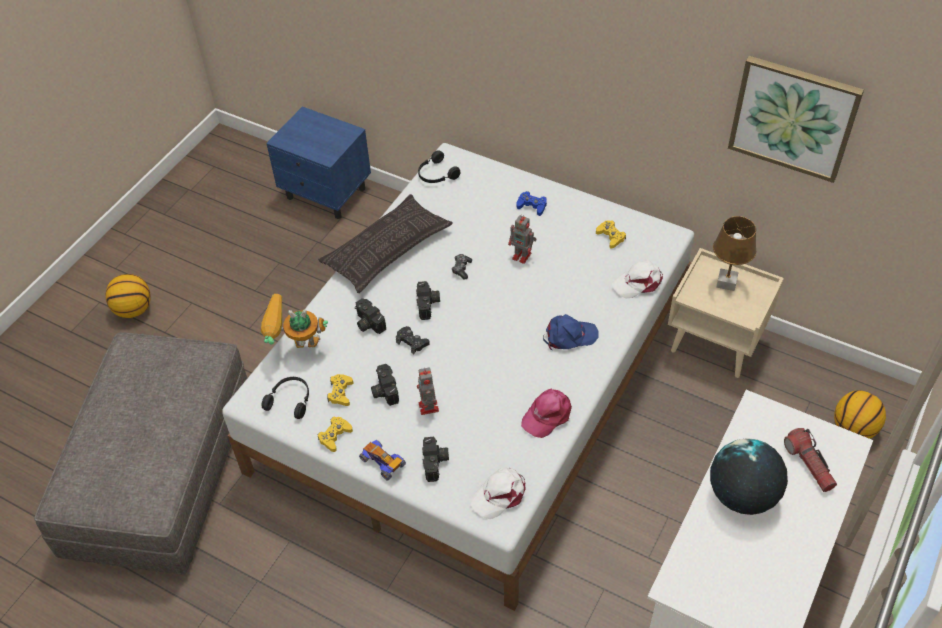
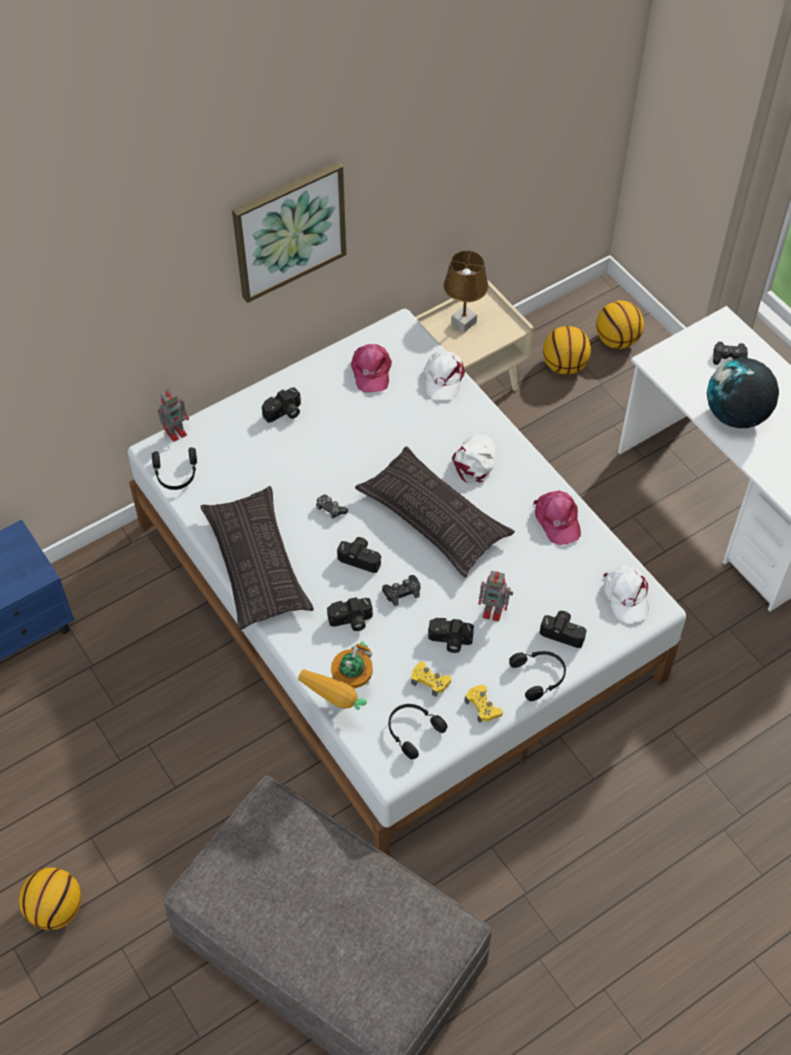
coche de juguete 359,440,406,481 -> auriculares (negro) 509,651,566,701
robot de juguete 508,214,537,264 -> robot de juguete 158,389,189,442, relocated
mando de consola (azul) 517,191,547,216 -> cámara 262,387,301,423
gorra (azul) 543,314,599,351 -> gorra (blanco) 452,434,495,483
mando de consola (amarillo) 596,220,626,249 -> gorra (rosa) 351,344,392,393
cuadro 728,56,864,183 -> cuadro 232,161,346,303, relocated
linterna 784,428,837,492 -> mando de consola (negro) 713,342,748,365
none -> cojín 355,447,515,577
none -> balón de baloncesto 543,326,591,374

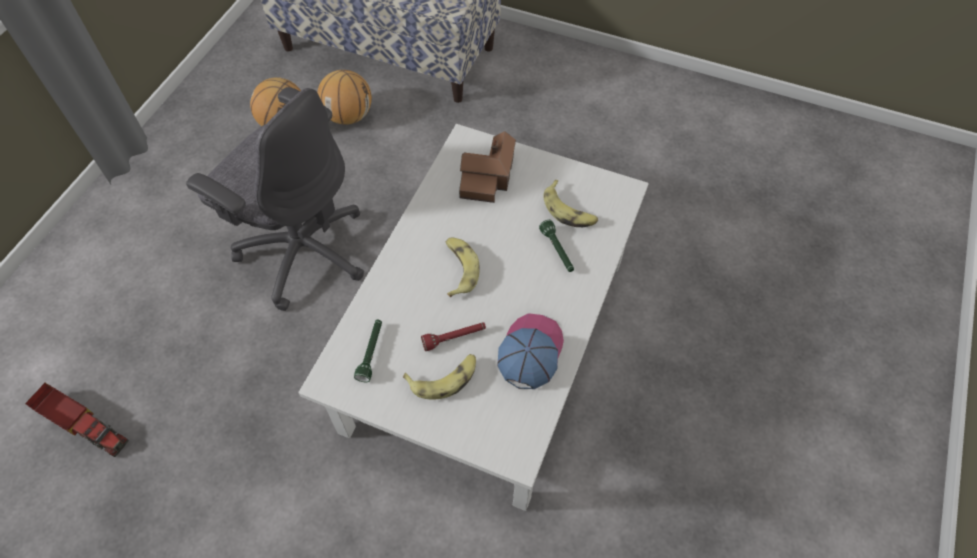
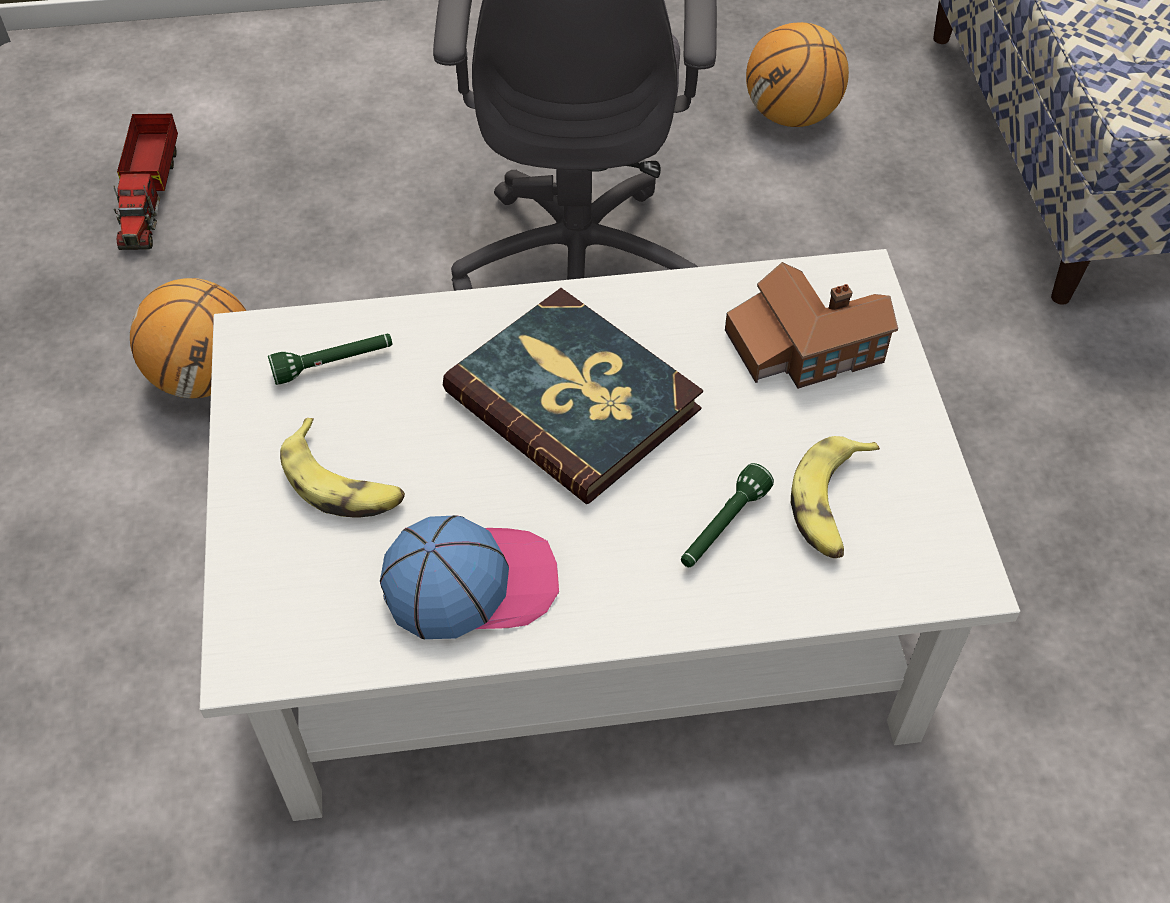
balón de baloncesto 317,70,372,125 -> balón de baloncesto 130,278,246,398, relocated
linterna (rojo) 421,322,486,351 -> none
plátano 446,238,479,297 -> libro 443,288,703,504

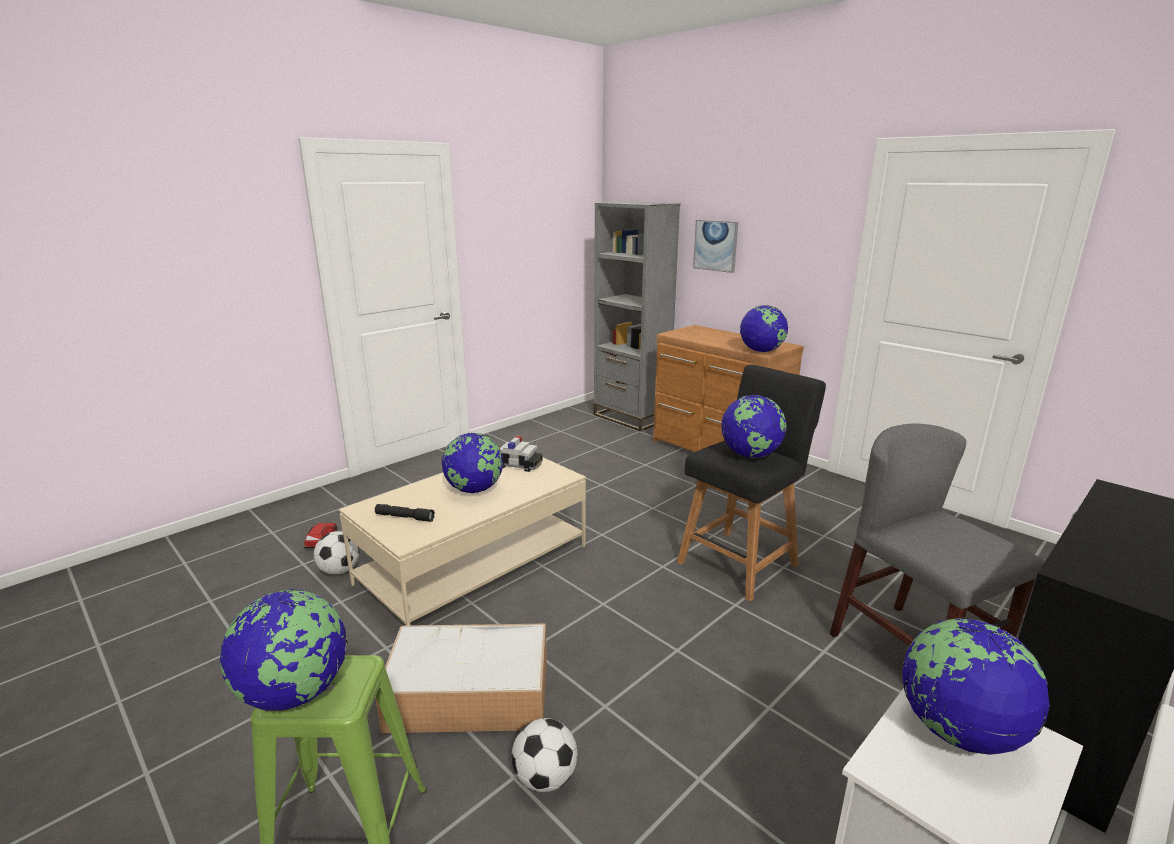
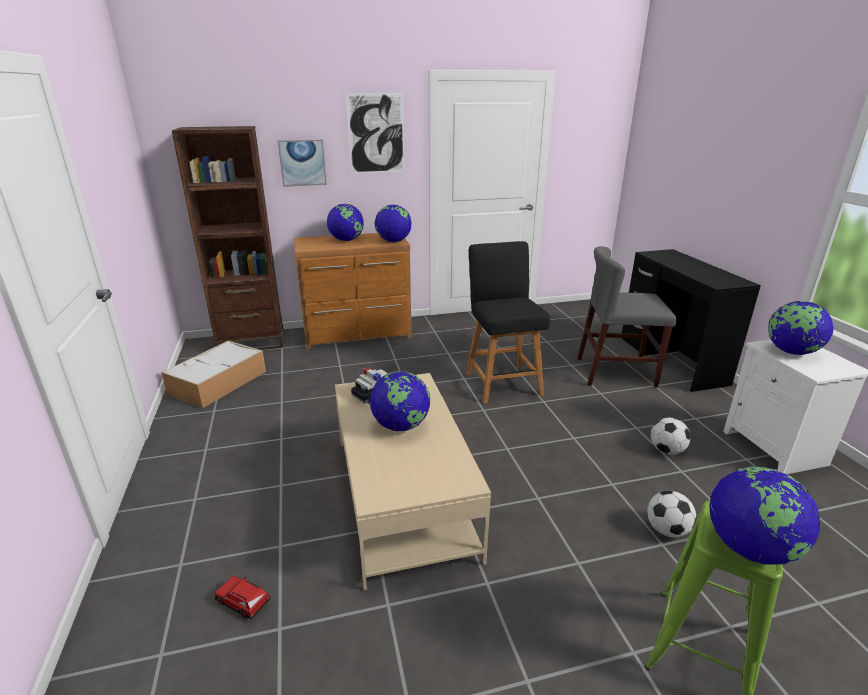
balón de fútbol 314,531,360,575 -> balón de fútbol 651,418,691,455, relocated
linterna (negro) 375,504,435,522 -> none
caja de almacenaje 375,624,547,733 -> caja de almacenaje 161,341,266,408, relocated
estantería (gris) 594,202,680,432 -> estantería (marrón) 172,126,283,350
globo terráqueo 722,395,787,458 -> globo terráqueo 327,204,364,241, relocated
none -> cuadro 346,93,405,174

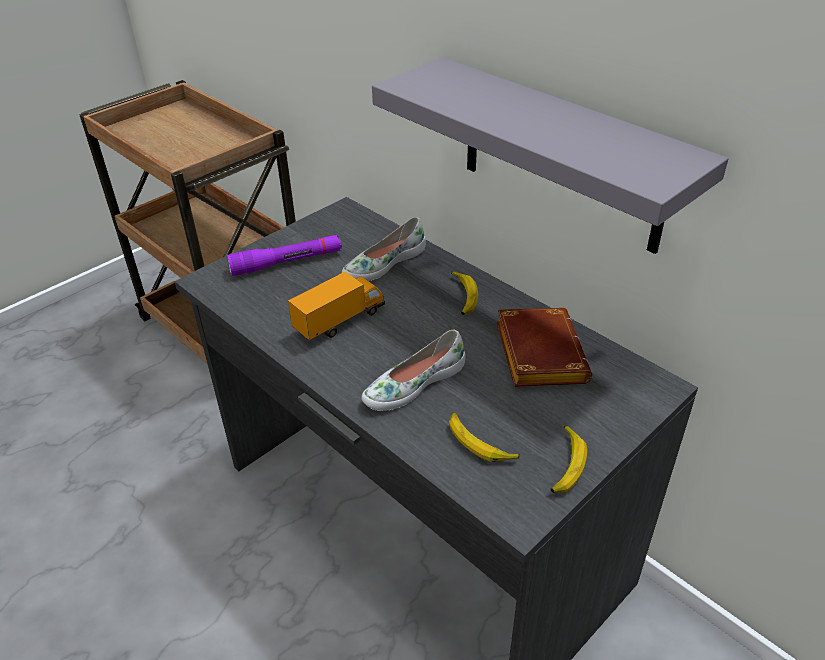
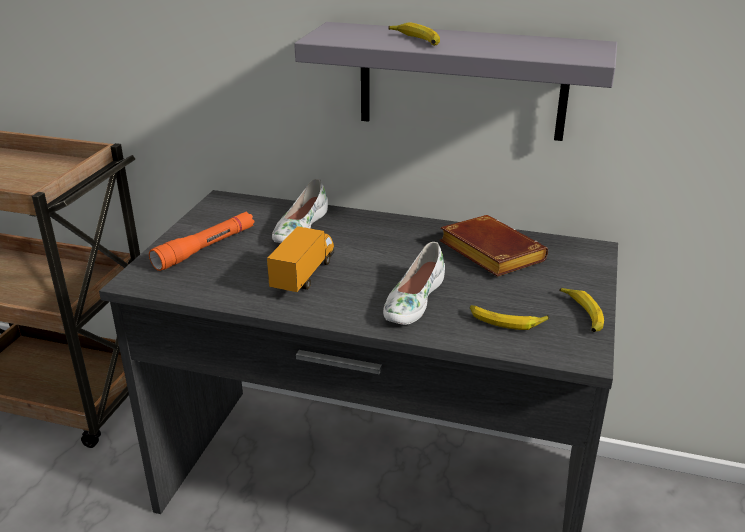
linterna (morado) 227,235,342,276 -> linterna (naranja) 149,211,254,271
plátano 451,271,478,315 -> plátano 388,22,440,46, relocated

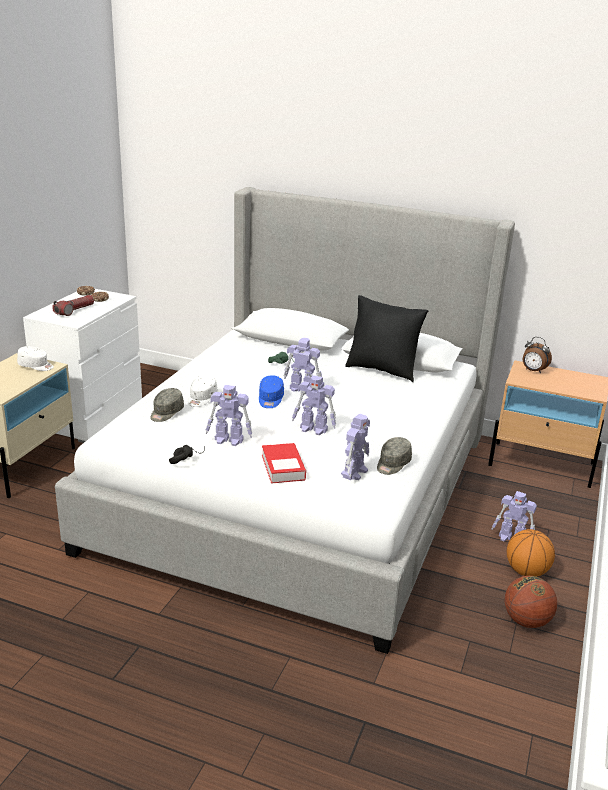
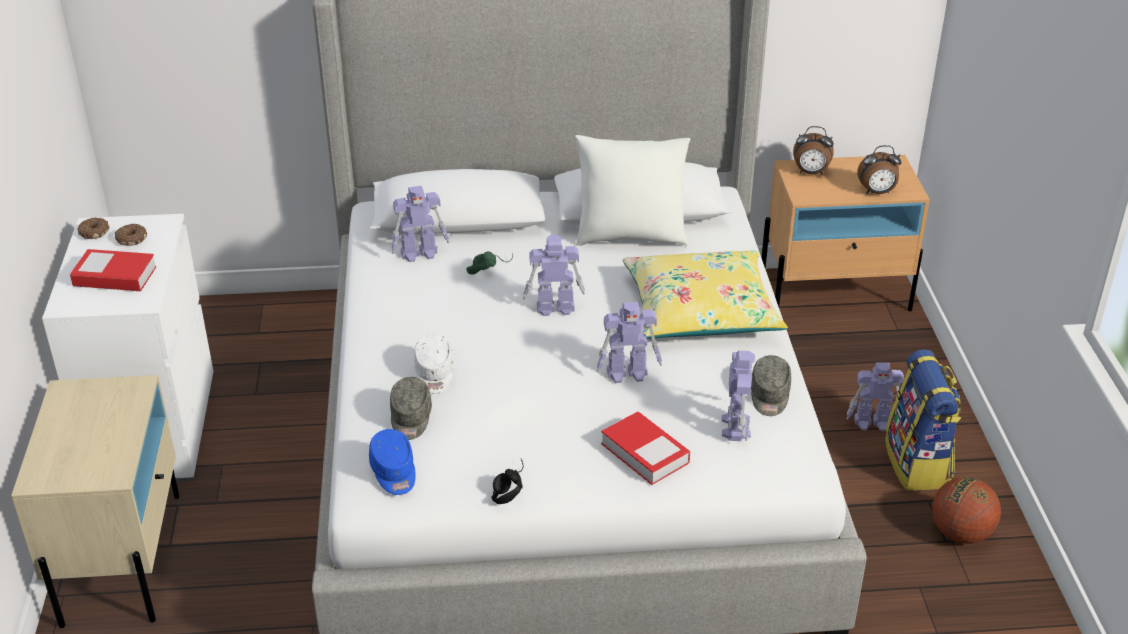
gorra (blanco) 17,346,54,371 -> none
linterna 52,295,94,316 -> libro 70,249,156,291
robot de juguete 206,385,252,446 -> robot de juguete 391,186,450,262, relocated
gorra (azul) 259,375,284,408 -> gorra (azul) 369,429,416,495, relocated
cojín (negro) 345,295,428,382 -> cojín (blanco) 575,135,690,246
balón de baloncesto 507,529,555,577 -> mochila 885,350,961,490
none -> cojín (amarillo) 623,250,788,339
none -> despertador 857,145,901,194

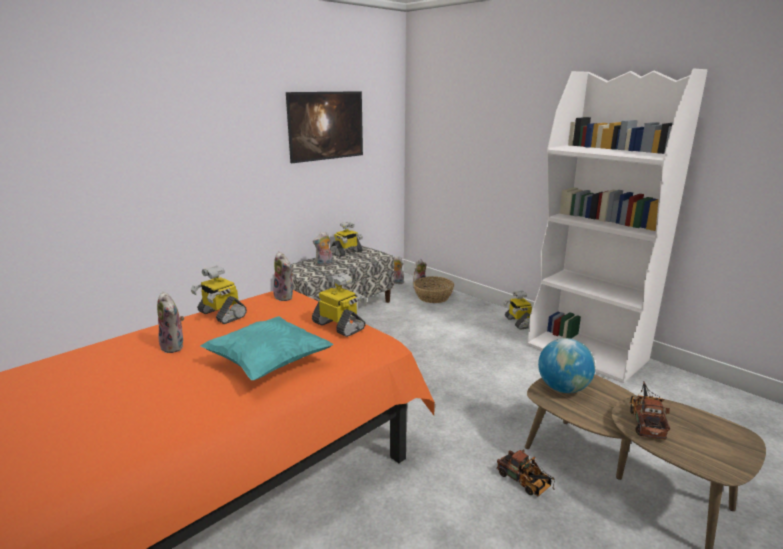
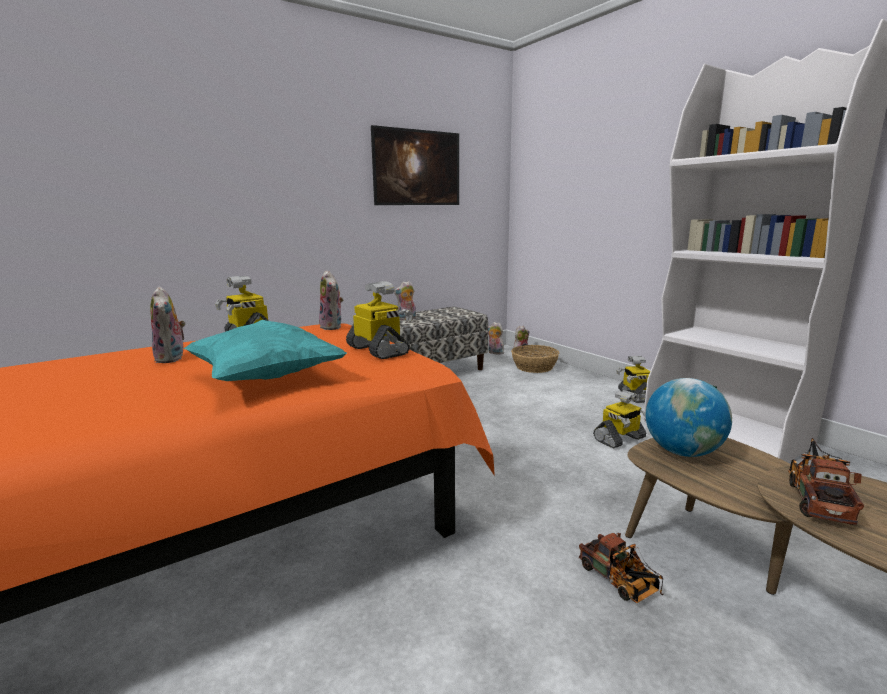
robot de juguete 330,222,363,257 -> robot de juguete 593,390,647,448, relocated

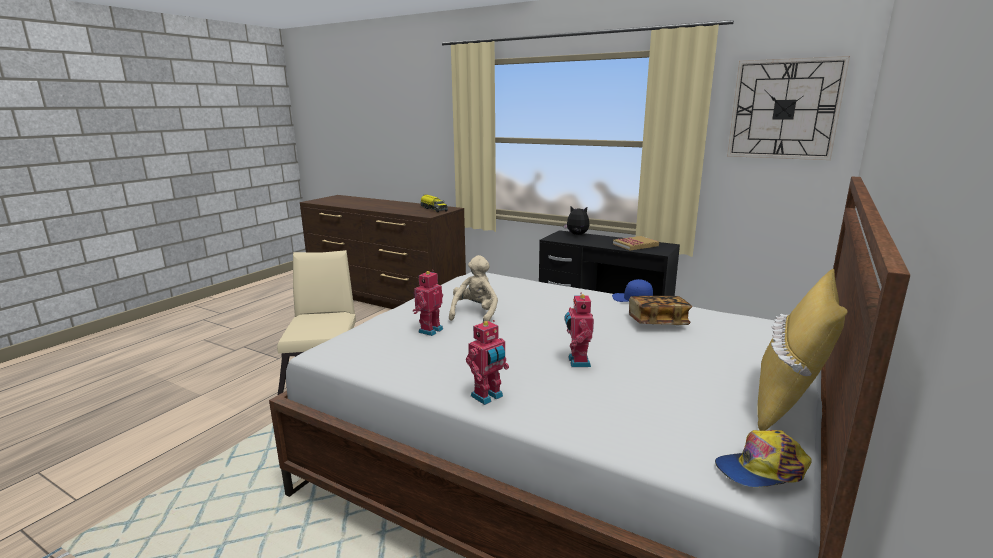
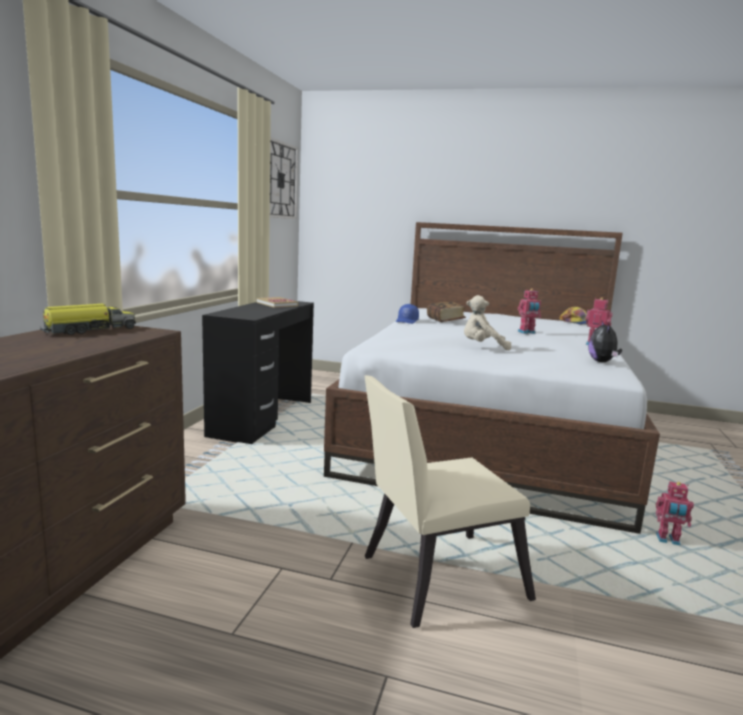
robot de juguete 413,270,443,336 -> robot de juguete 656,482,694,545, relocated
peluche 564,206,589,235 -> peluche 588,321,622,362, relocated
cojín (amarillo) 757,269,848,431 -> none

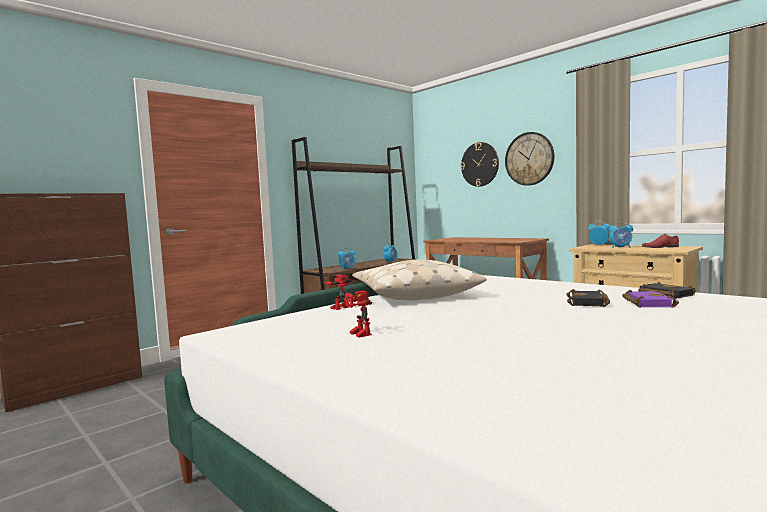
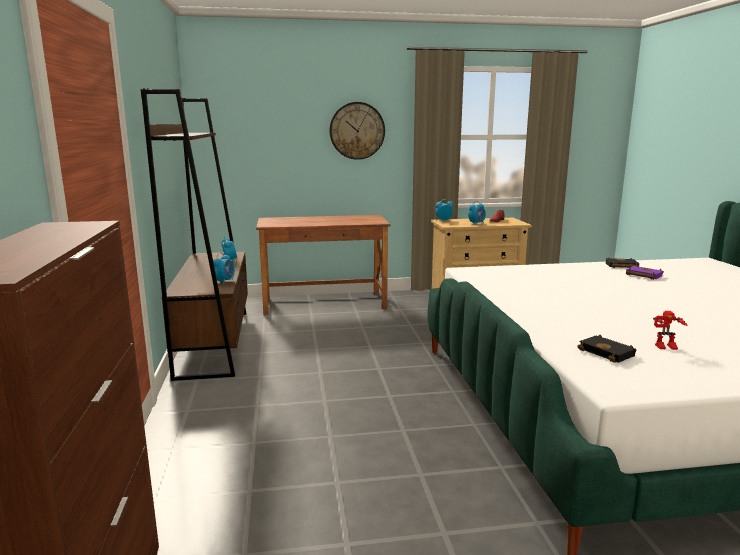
robot de juguete 323,275,352,310 -> none
cojín (beis) 352,260,487,300 -> none
reloj de pared 460,142,499,187 -> none
libro (negro) 566,289,610,307 -> libro (negro) 578,335,636,363, relocated

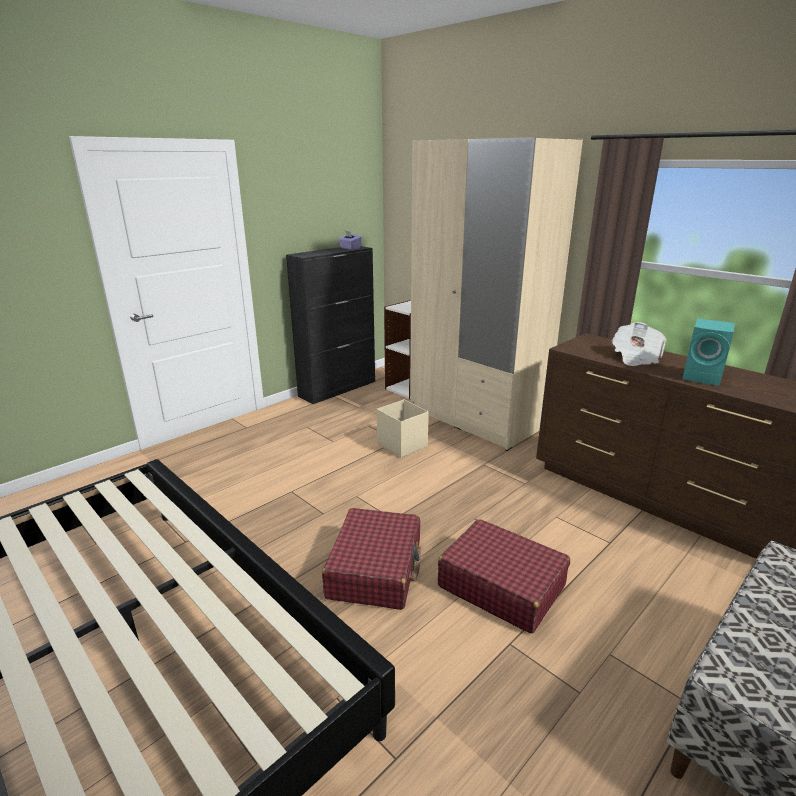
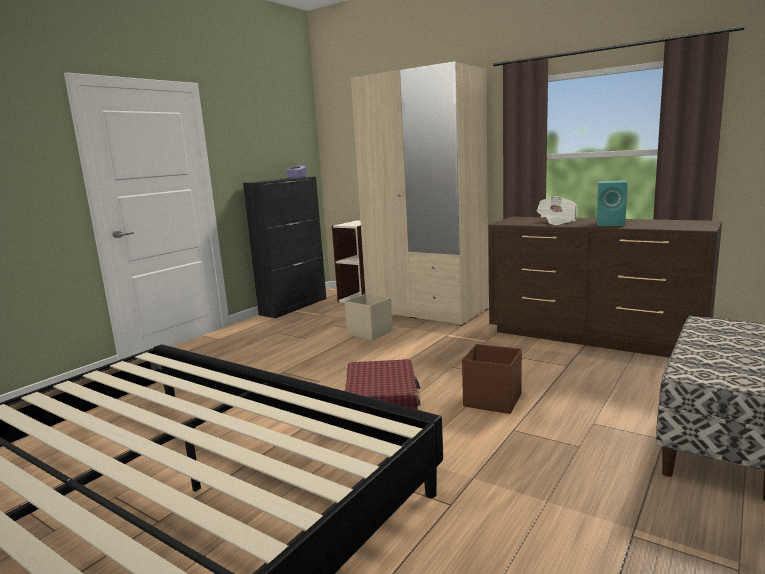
maleta (rojo) 438,519,570,634 -> caja de almacenaje (marrón) 462,344,522,414

